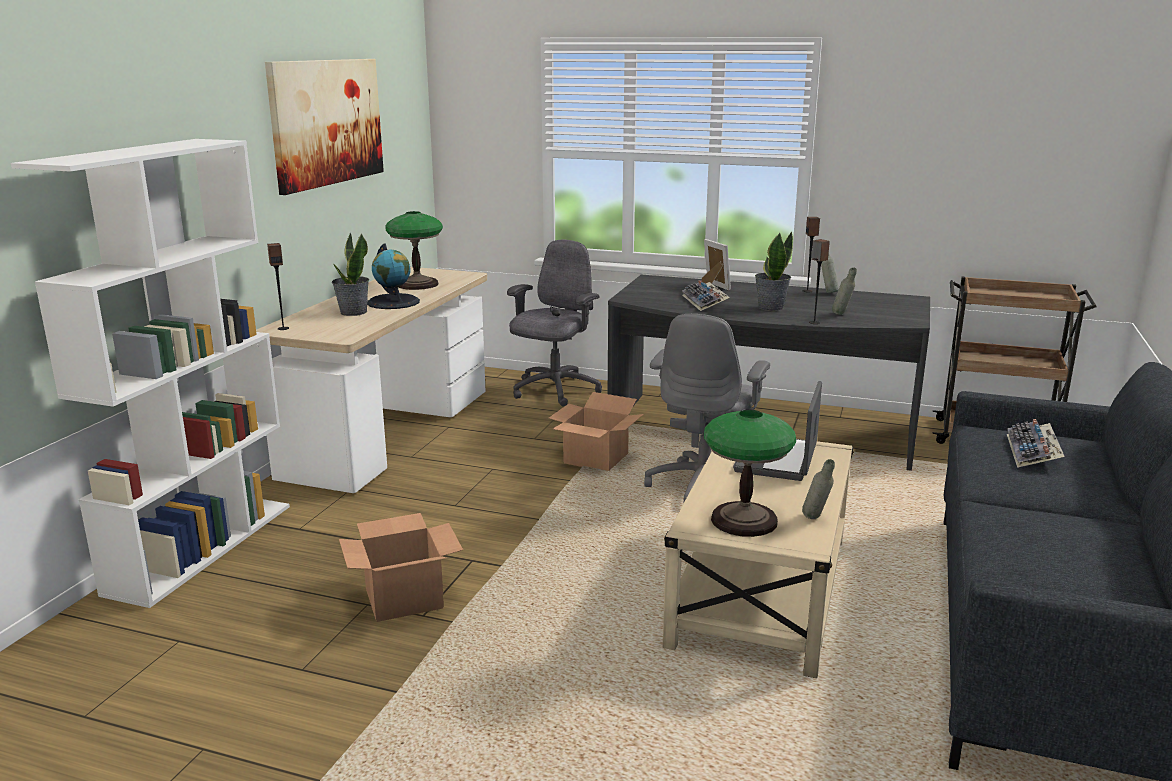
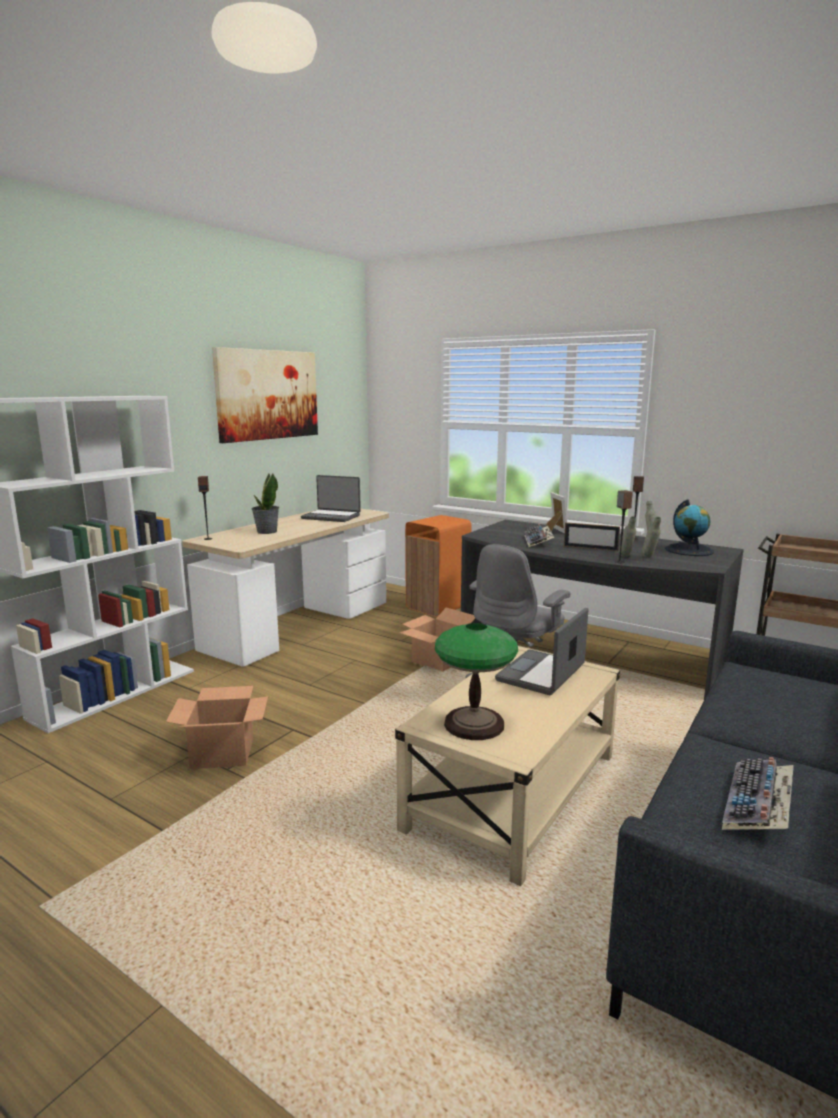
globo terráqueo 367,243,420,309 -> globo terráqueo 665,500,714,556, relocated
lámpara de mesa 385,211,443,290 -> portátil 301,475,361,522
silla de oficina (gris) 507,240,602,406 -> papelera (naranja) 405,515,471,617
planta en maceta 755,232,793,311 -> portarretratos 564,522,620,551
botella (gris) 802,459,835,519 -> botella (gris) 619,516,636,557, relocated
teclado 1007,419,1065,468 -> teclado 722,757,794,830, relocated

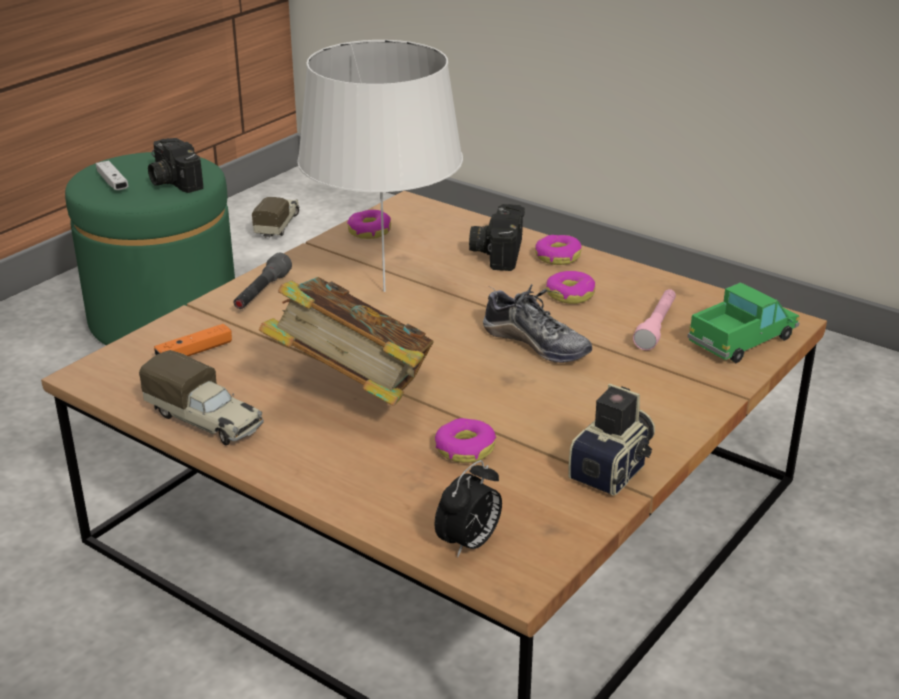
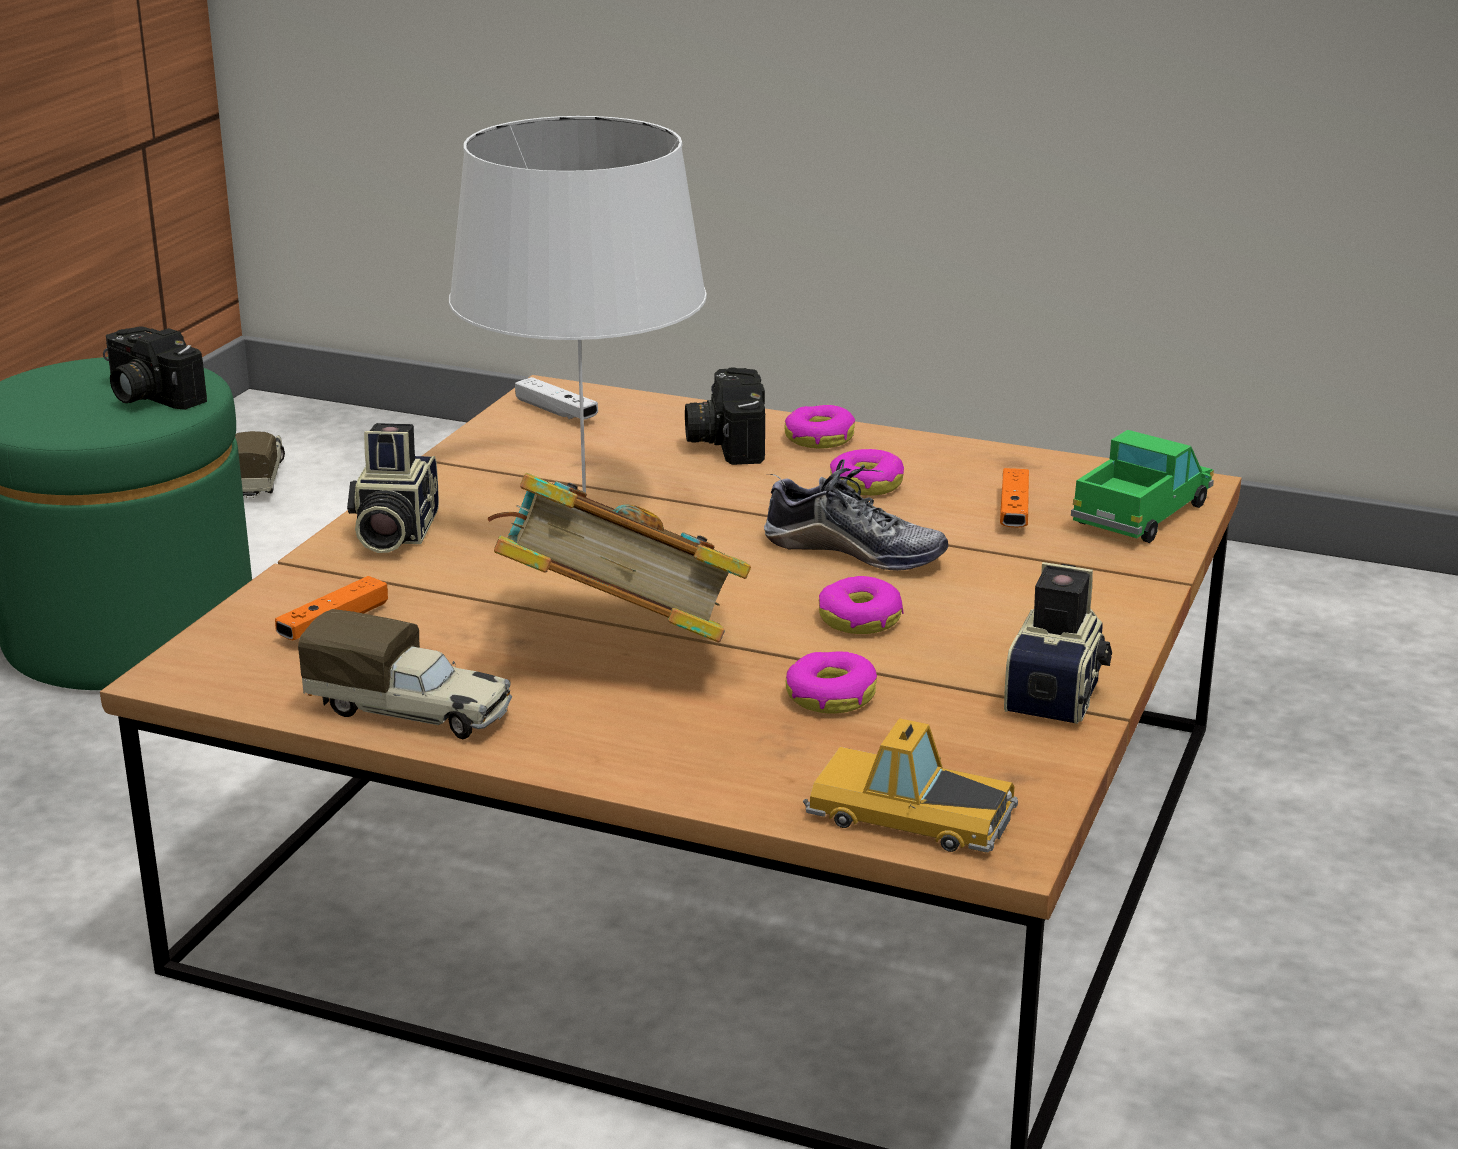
mando de consola (blanco) 96,161,129,190 -> mando de consola (blanco) 515,377,598,420, relocated
linterna (gris) 233,253,292,309 -> cámara 347,423,439,553
rosquilla 347,210,391,239 -> rosquilla 819,576,904,634, relocated
despertador 435,460,502,558 -> coche de juguete 803,718,1018,853
linterna (rosa) 633,289,676,350 -> mando de consola (naranja) 1000,468,1029,528

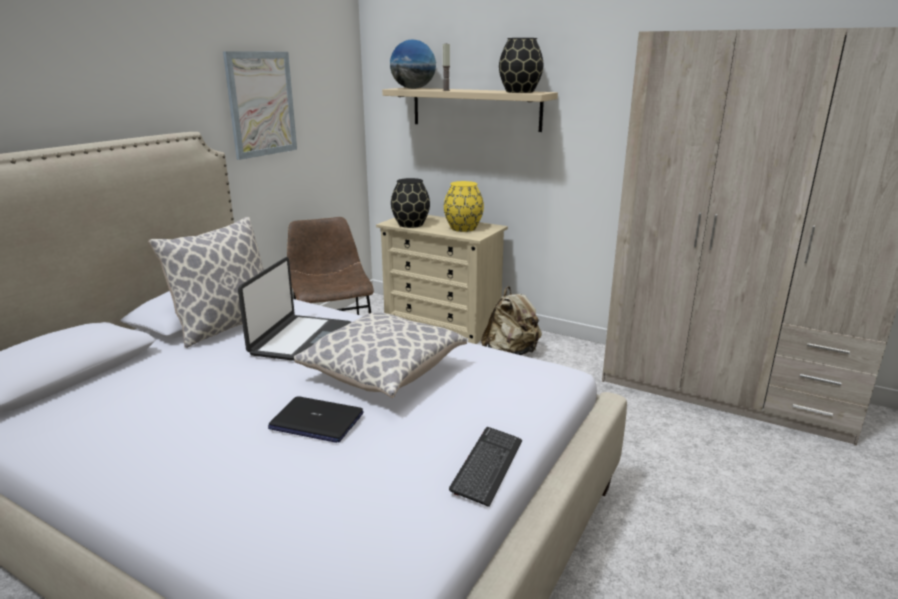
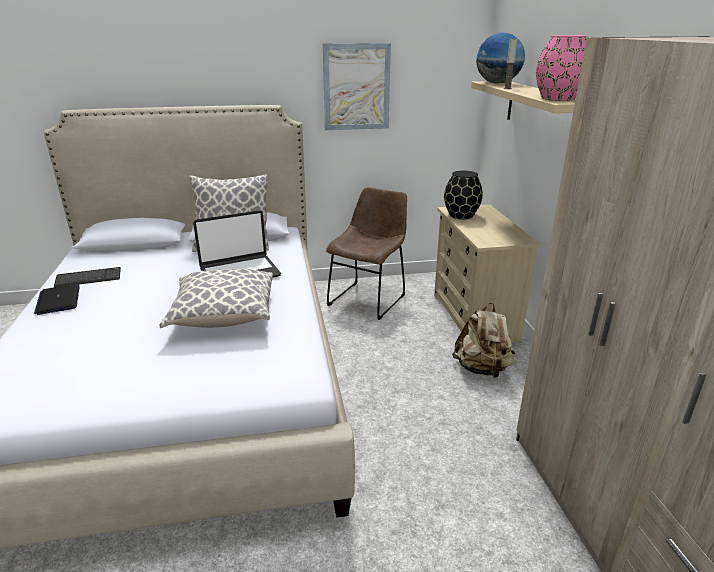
portátil 268,396,364,443 -> portátil 34,284,80,315, relocated
florero (amarillo) 444,181,484,232 -> none
teclado 449,427,522,507 -> teclado 54,267,121,287, relocated
florero (negro) 499,38,543,93 -> florero (rosa) 536,35,587,101

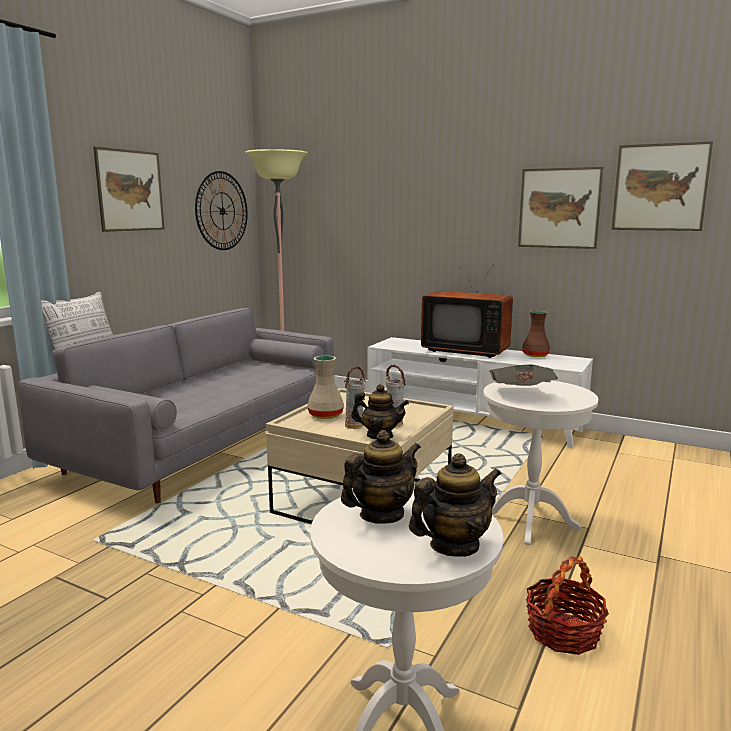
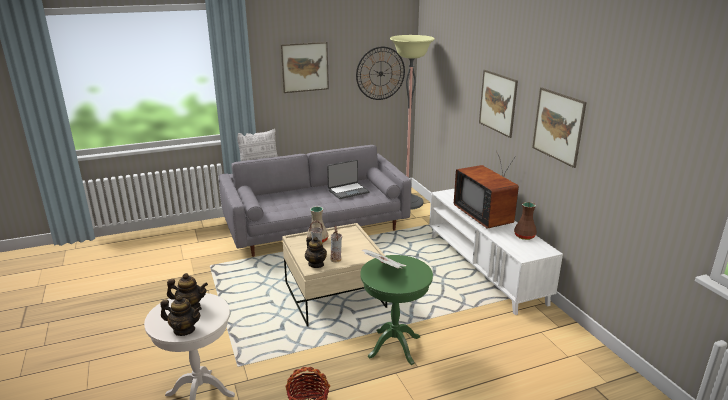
mesa auxiliar (blanco) 483,380,598,545 -> mesa auxiliar (verde) 361,255,433,365
cuadro 611,141,713,231 -> cuadro 479,70,518,138, relocated
none -> portátil 327,160,370,199

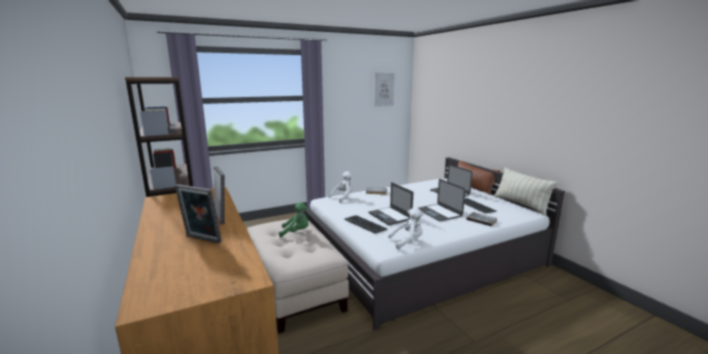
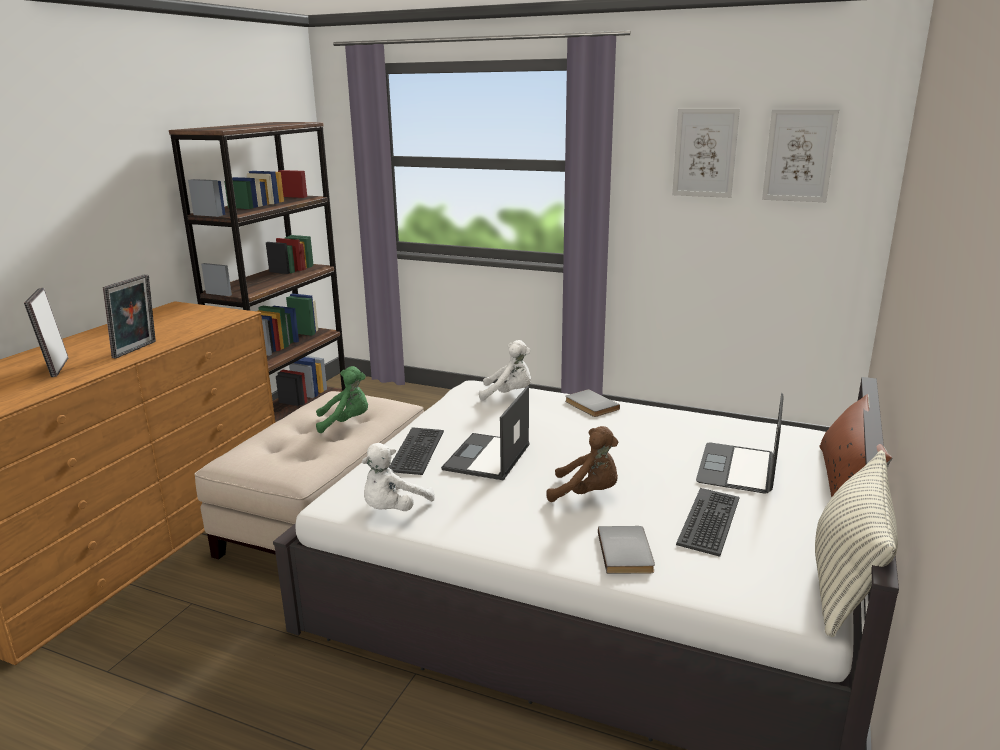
peluche (verde) 279,202,309,237 -> peluche (verde) 316,366,368,433, 60 degrees counterclockwise
peluche (blanco) 388,208,424,249 -> peluche (blanco) 362,443,435,511, 90 degrees clockwise
portátil 418,179,465,222 -> peluche (marrón) 546,426,618,502
none -> cuadro 672,108,740,198

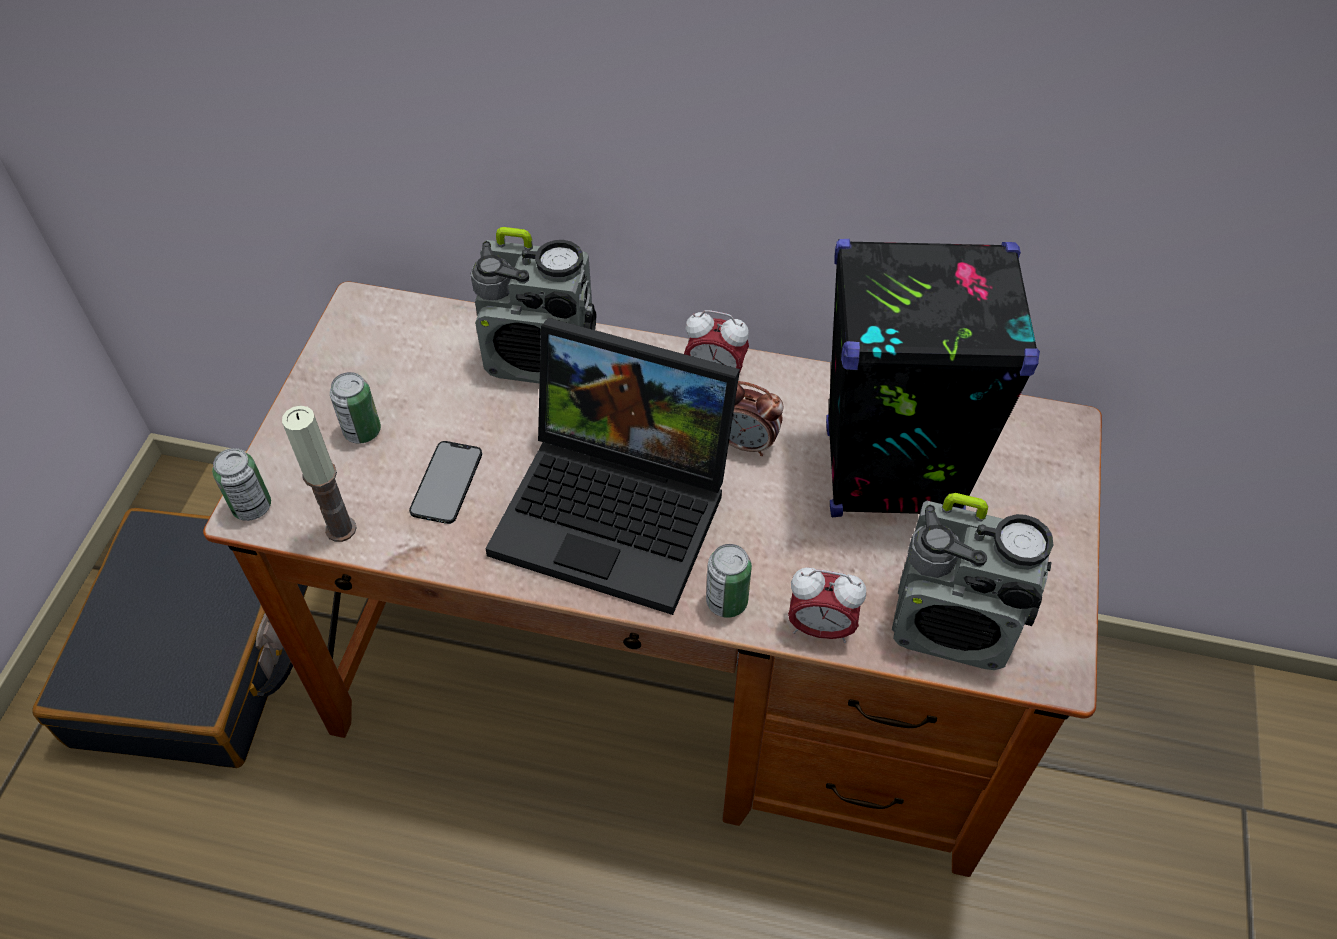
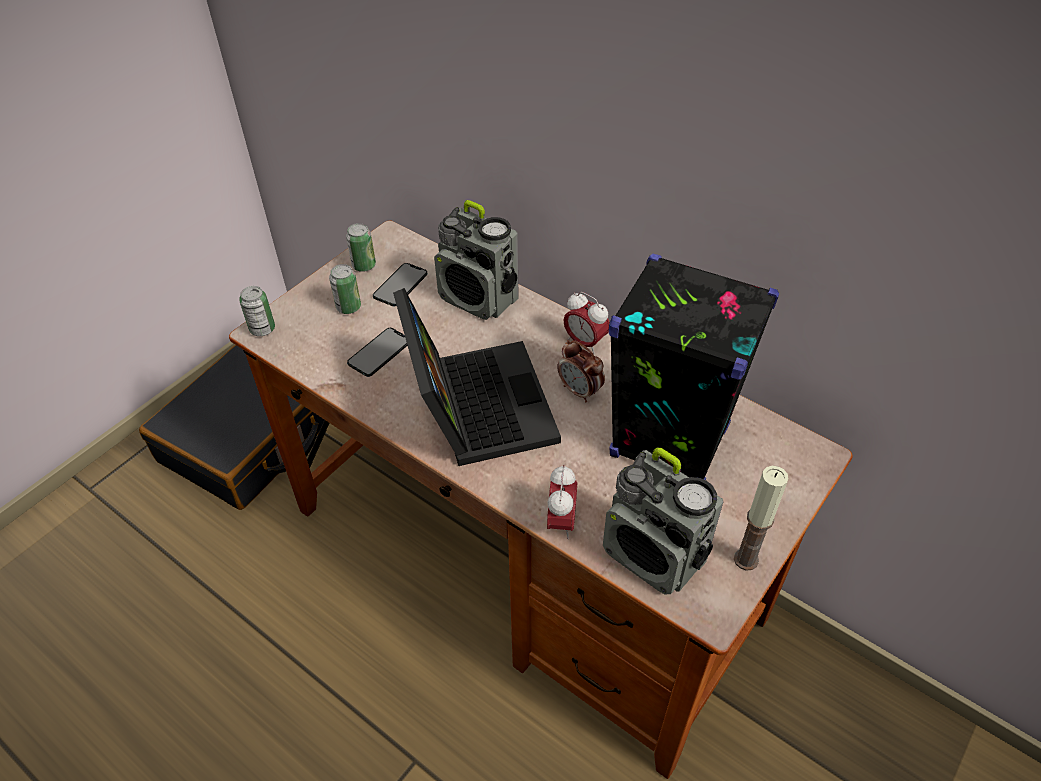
vela 282,405,357,542 -> vela 734,466,789,570, relocated
portátil 485,318,740,615 -> portátil 393,288,561,466, 150 degrees counterclockwise
lata 706,544,752,618 -> lata 346,223,376,272, relocated
despertador 788,568,866,643 -> despertador 547,465,577,539, 120 degrees counterclockwise
none -> móvil 373,263,427,306

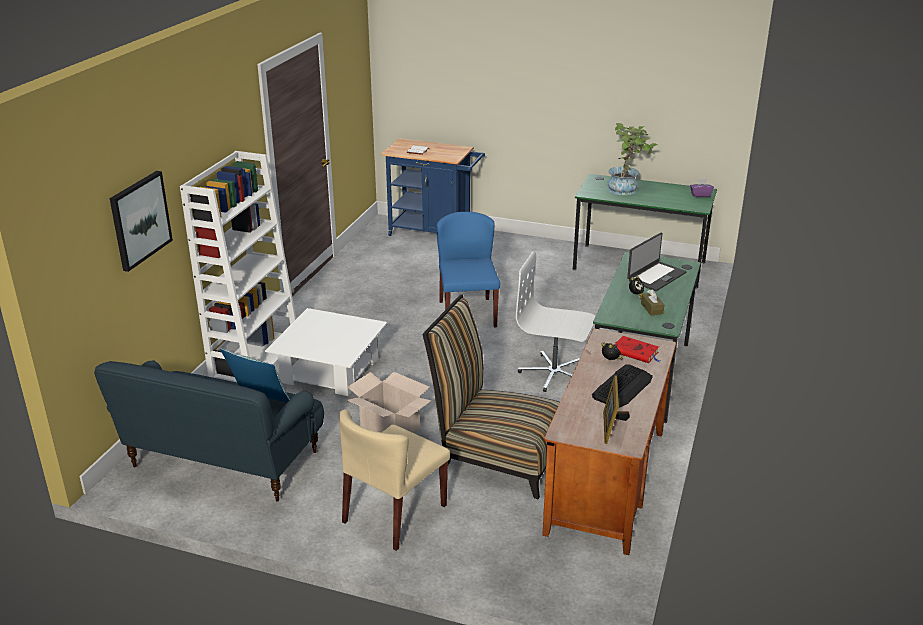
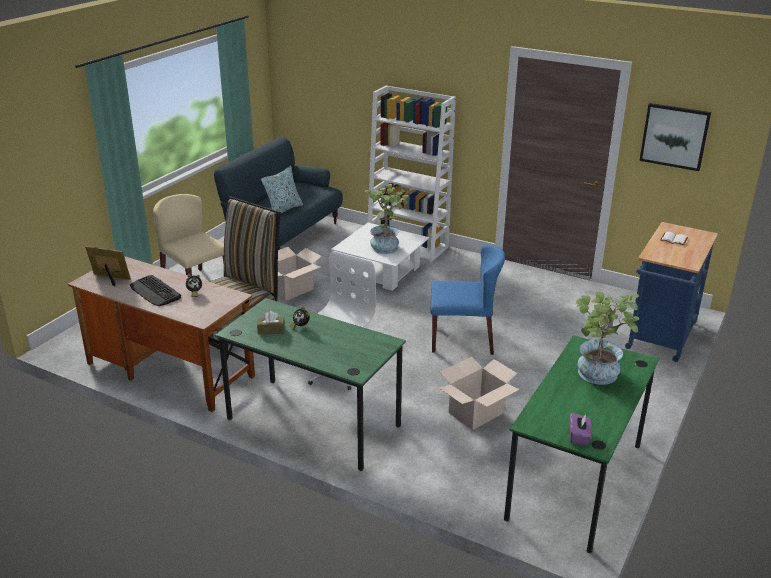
cuadro 110,171,173,272 -> cuadro 639,103,711,171, relocated
libro (rojo) 614,336,660,363 -> none
portátil 627,233,687,291 -> none
none -> planta en maceta 365,184,409,254
none -> caja de cartón 439,357,520,430

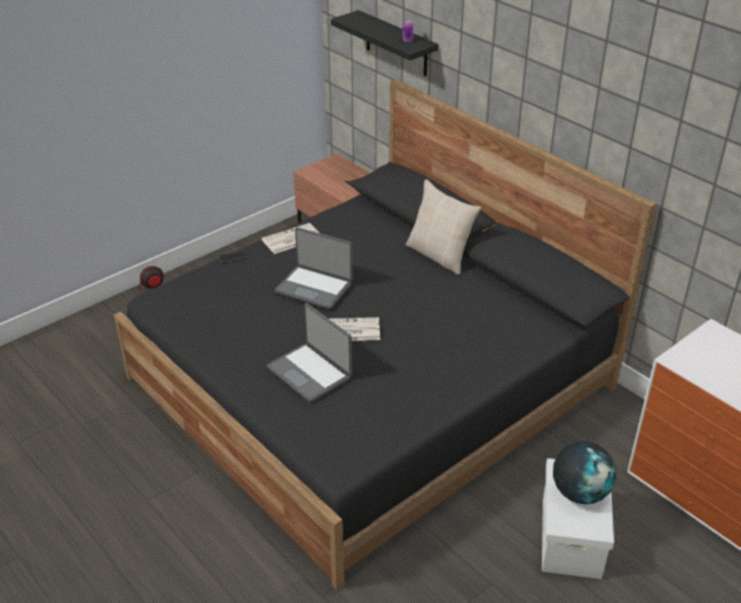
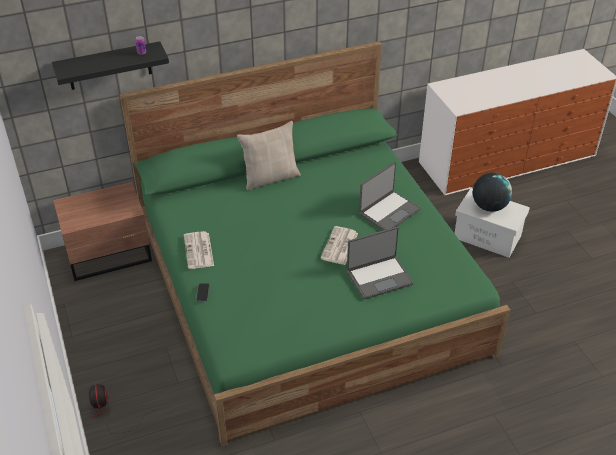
cama (negro) 114,79,656,590 -> cama (verde) 120,41,510,447
portátil 275,227,352,310 -> portátil 359,162,421,230, relocated

